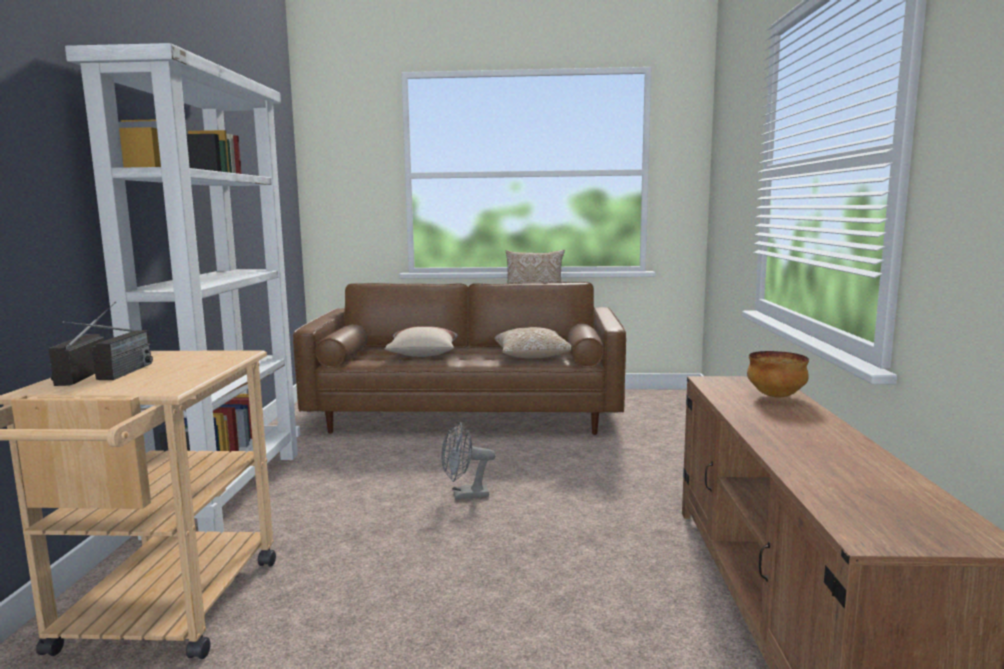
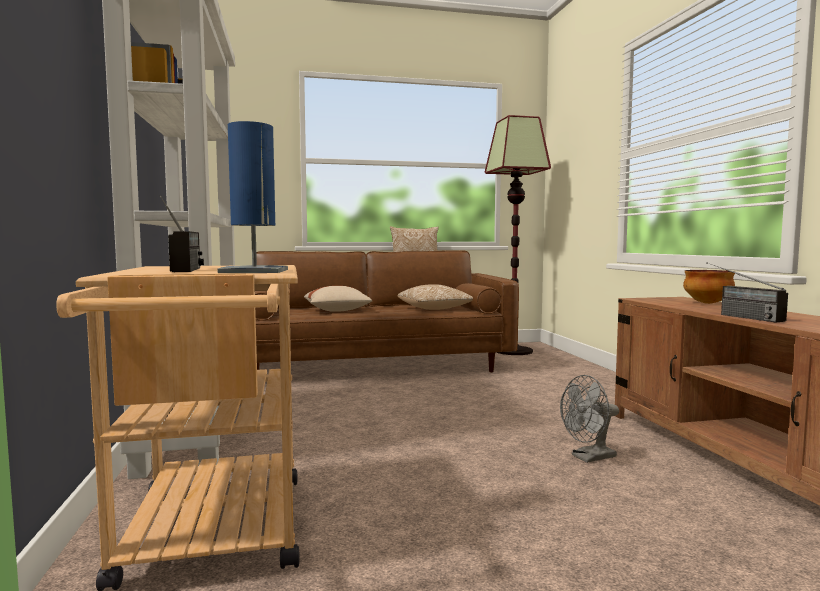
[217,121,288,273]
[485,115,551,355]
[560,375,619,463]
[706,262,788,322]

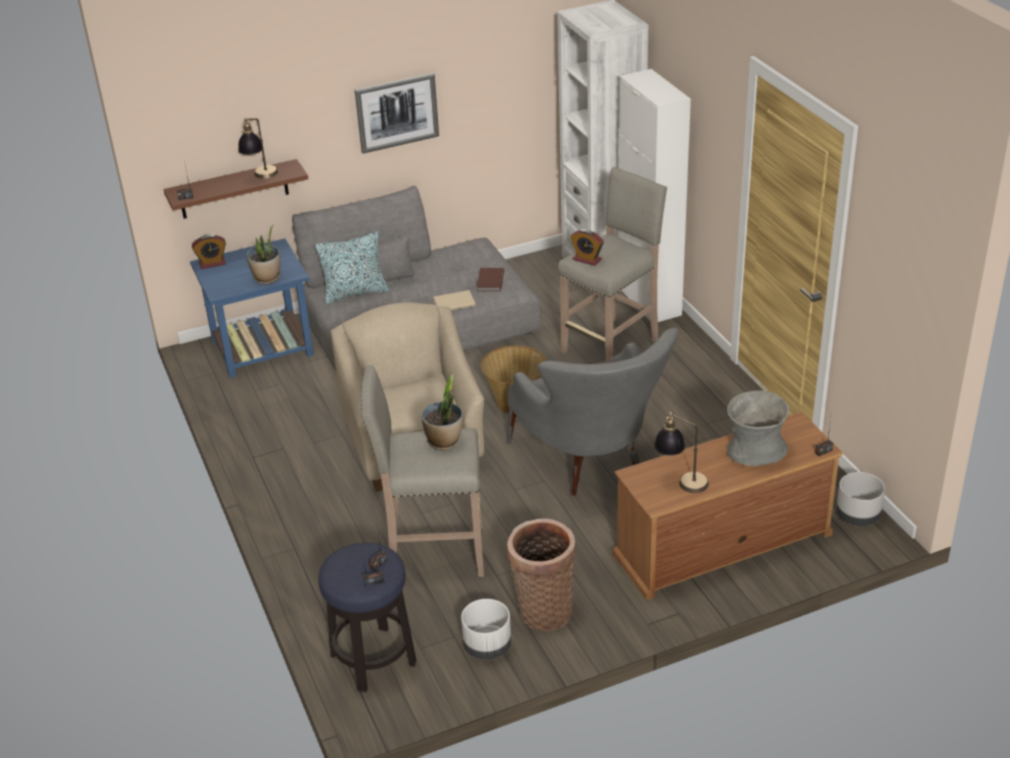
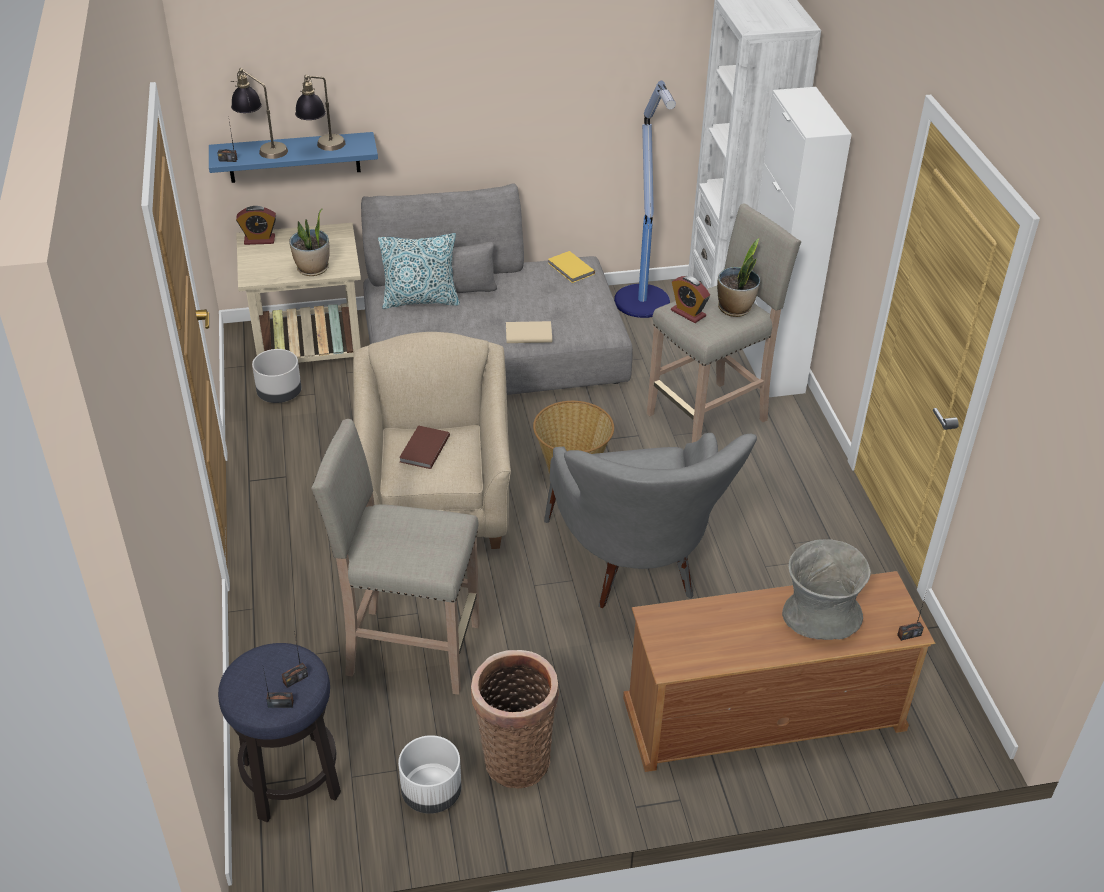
[209,132,378,183]
[231,68,288,159]
[236,223,361,363]
[252,349,301,403]
[399,425,450,469]
[548,251,595,283]
[614,81,676,318]
[717,239,760,317]
[355,73,439,154] (first image)

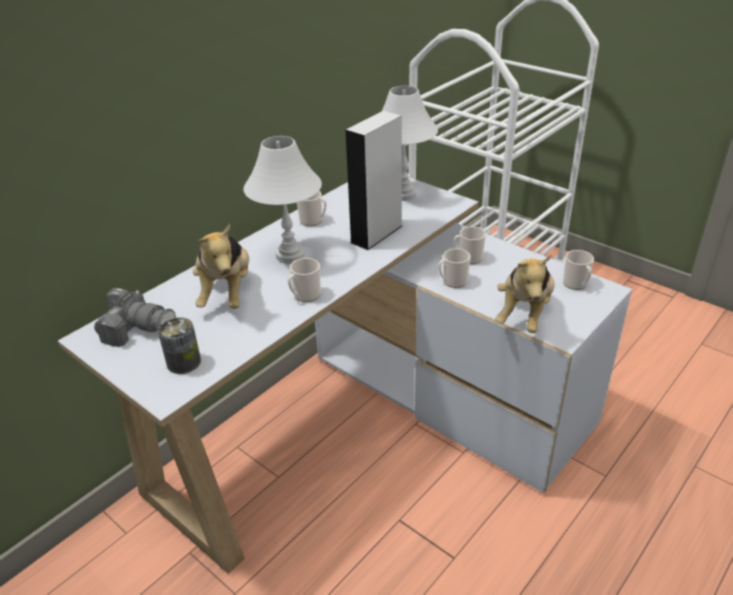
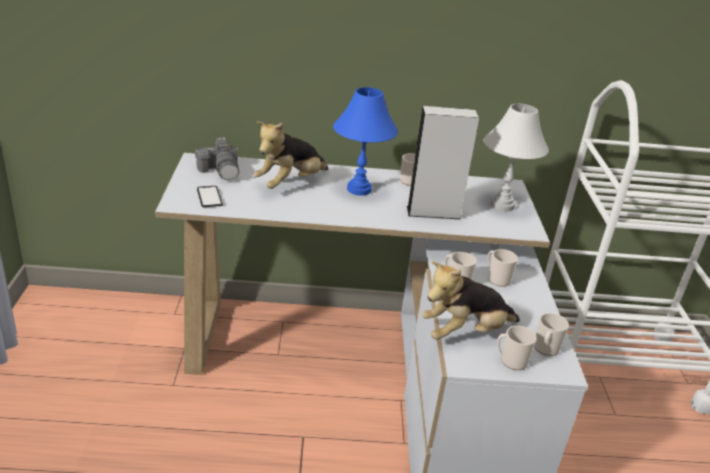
[197,186,223,207]
[333,87,398,196]
[497,326,537,370]

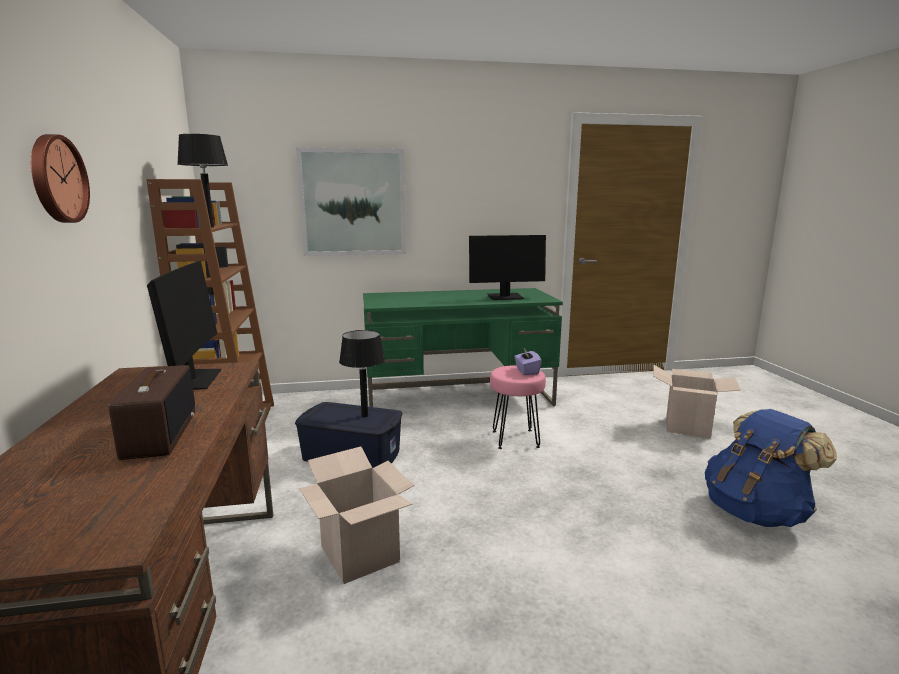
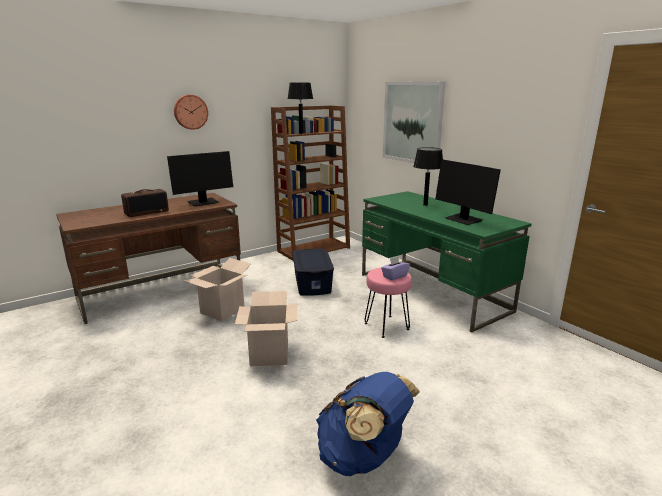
[235,291,297,366]
[413,147,443,206]

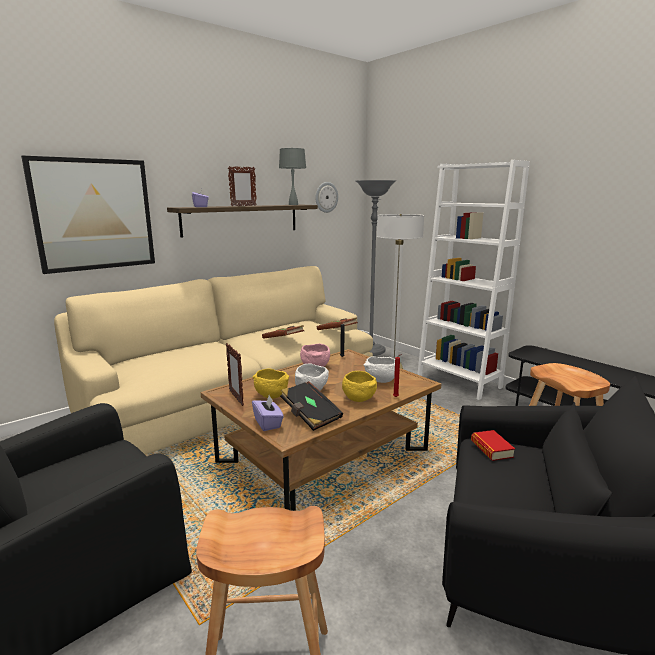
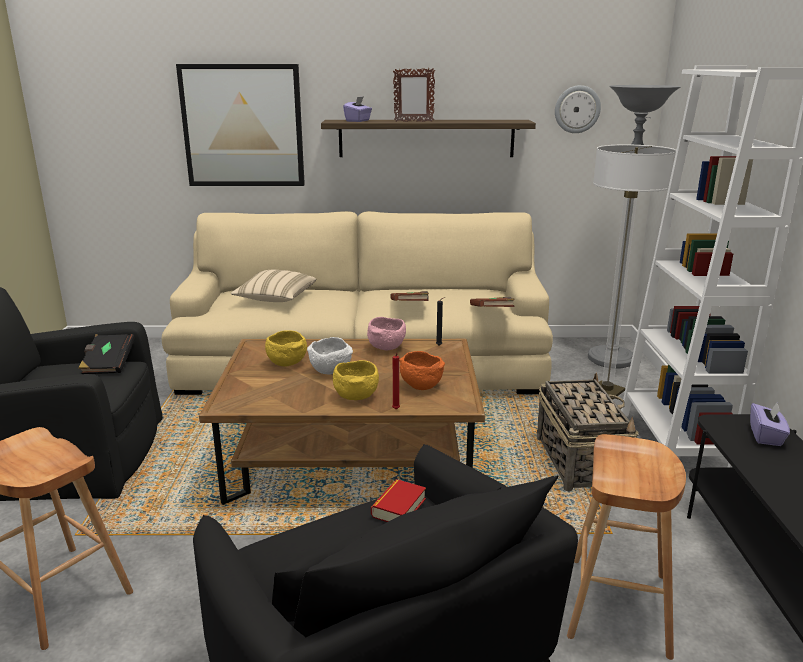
[78,334,135,374]
[231,270,316,302]
[399,351,445,390]
[537,373,639,491]
[750,403,790,446]
[226,343,244,406] (first image)
[279,147,306,205] (first image)

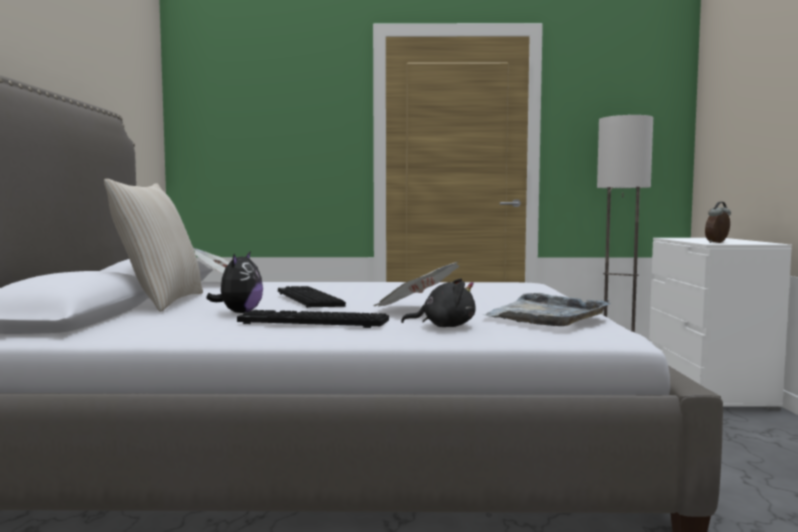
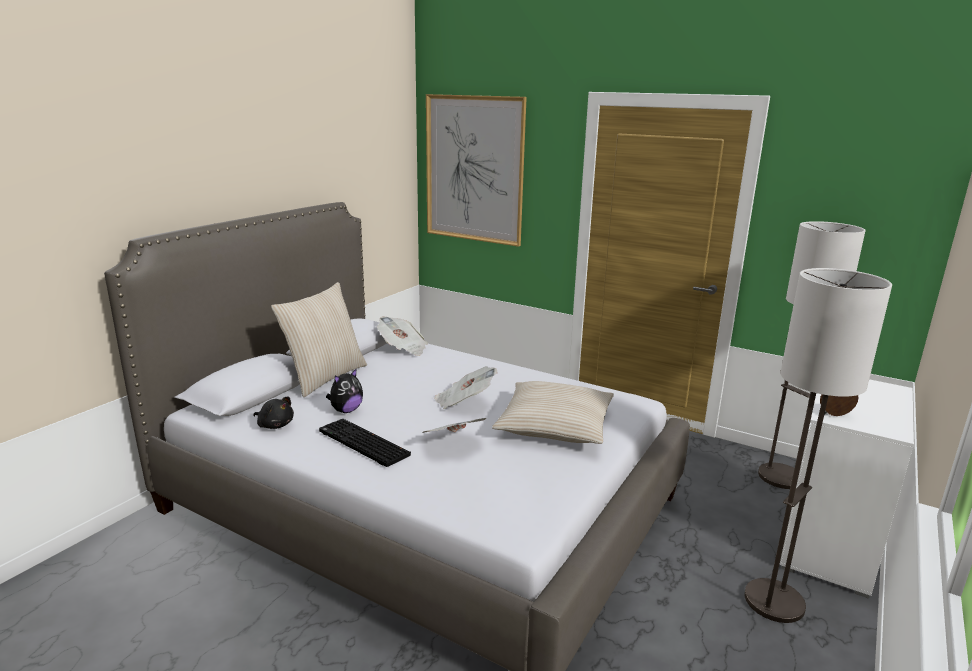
[254,396,294,429]
[426,94,527,247]
[434,366,498,409]
[492,381,614,444]
[744,268,892,623]
[278,286,346,308] (first image)
[483,293,610,326] (first image)

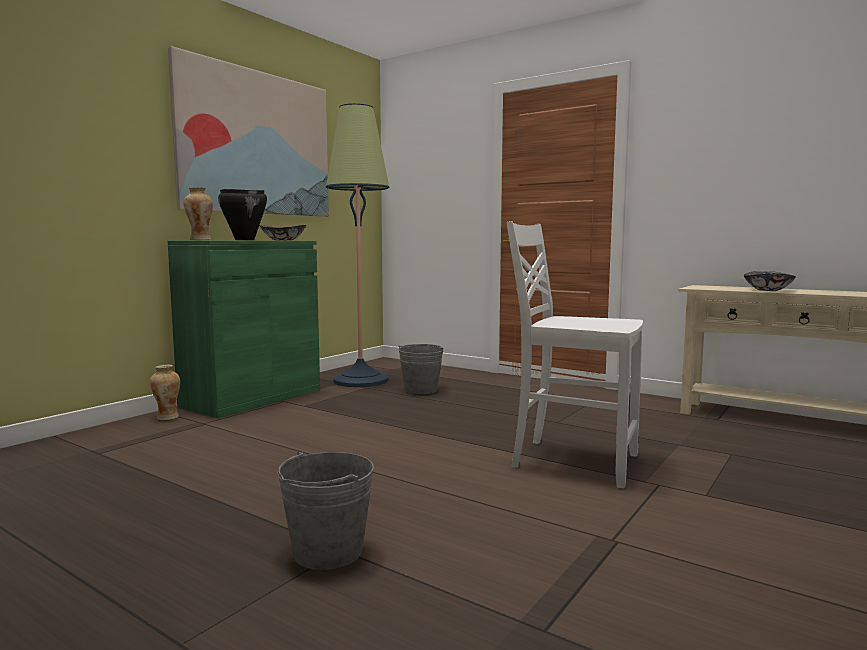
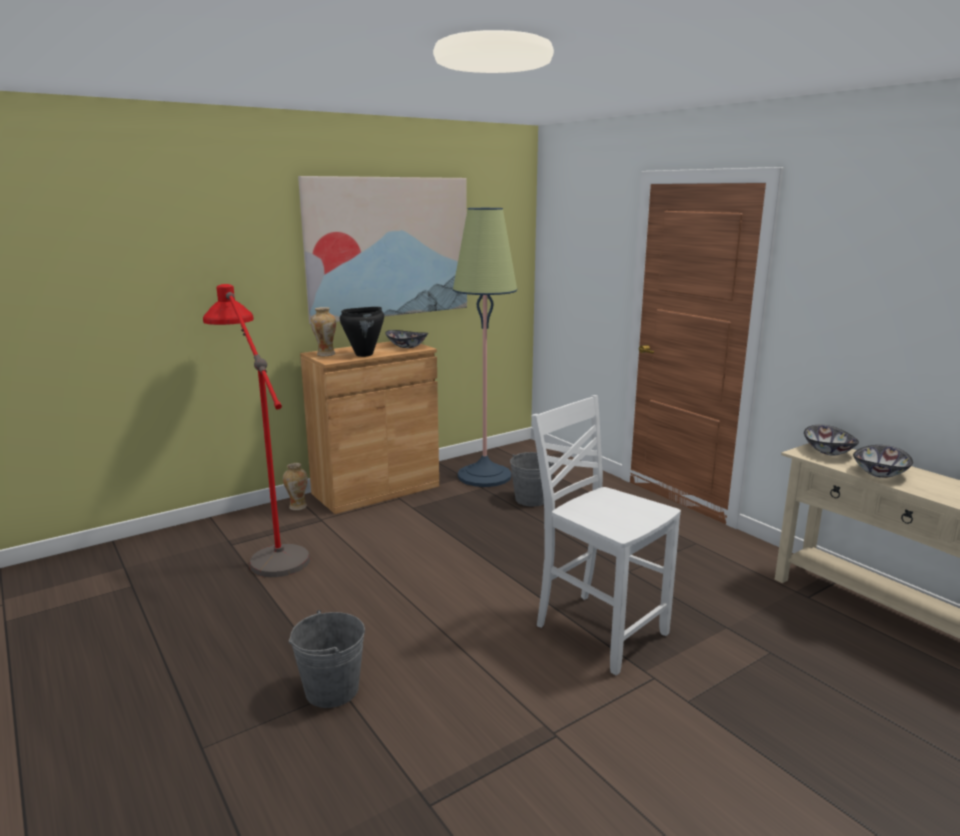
[203,284,310,577]
[300,341,439,514]
[804,425,859,456]

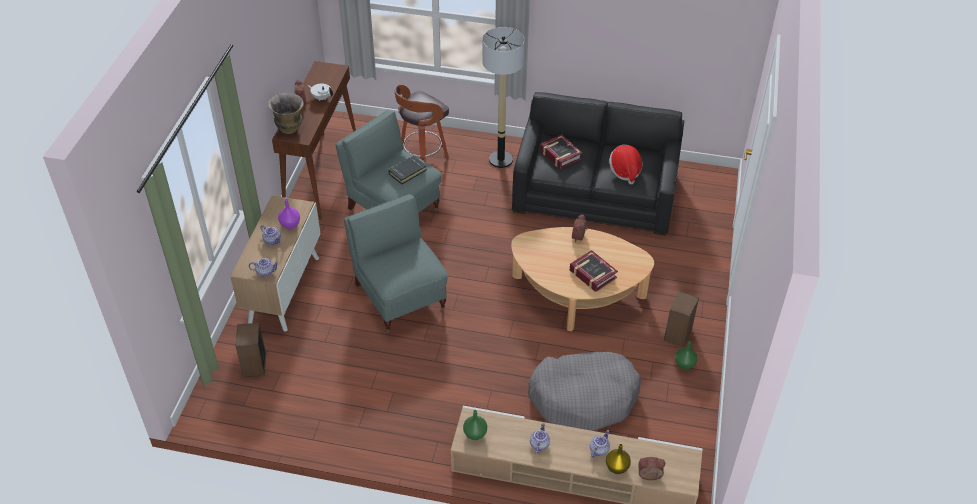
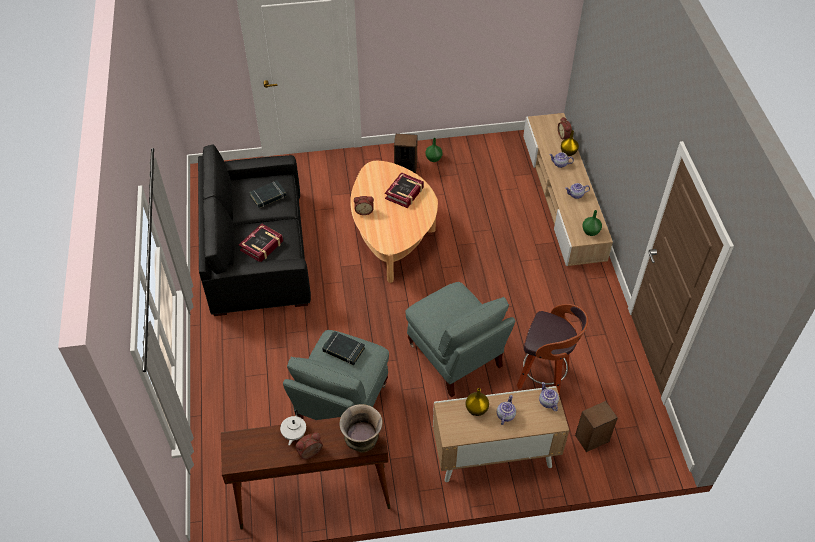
[249,180,287,208]
[405,282,515,397]
[466,388,489,416]
[517,304,588,395]
[482,27,525,168] (first image)
[528,352,641,431] (first image)

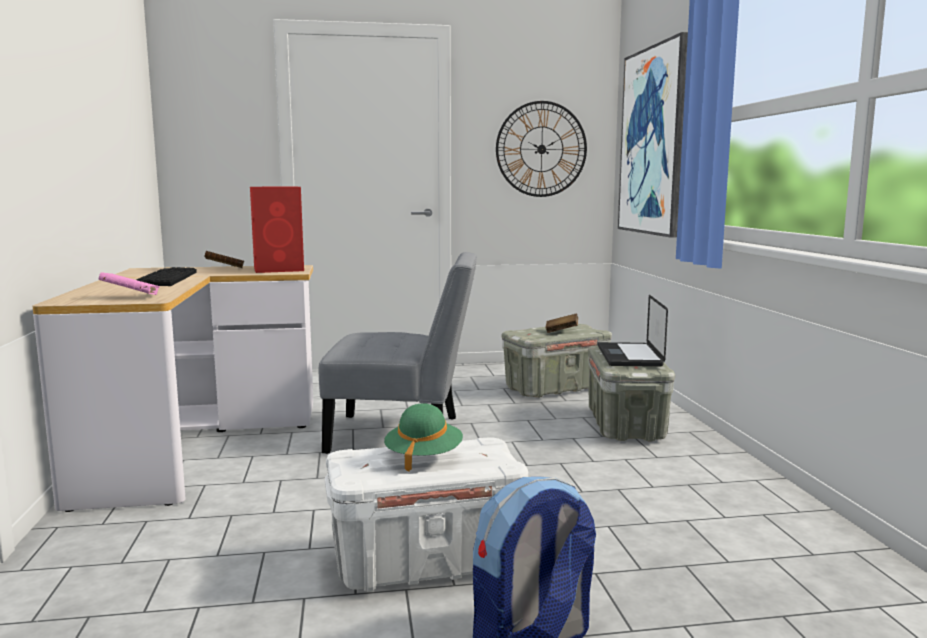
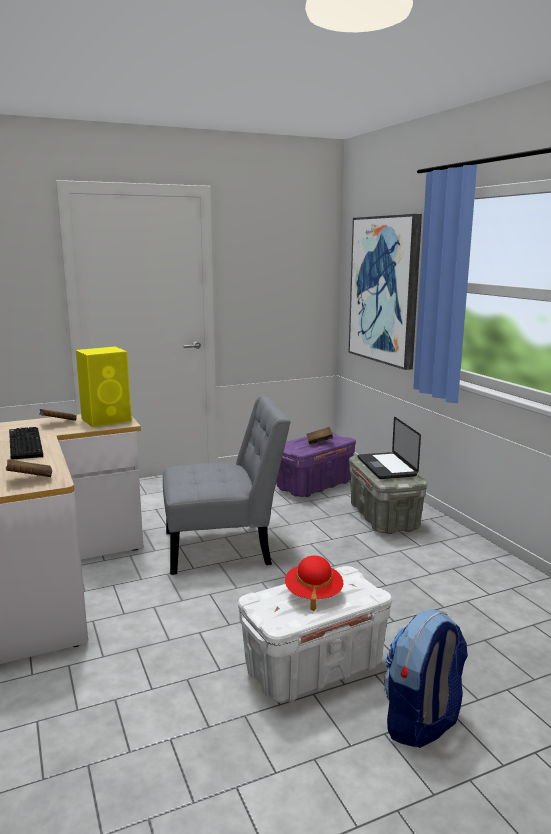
[6,459,52,477]
[76,347,132,427]
[276,432,356,497]
[285,556,343,611]
[496,101,587,197] (first image)

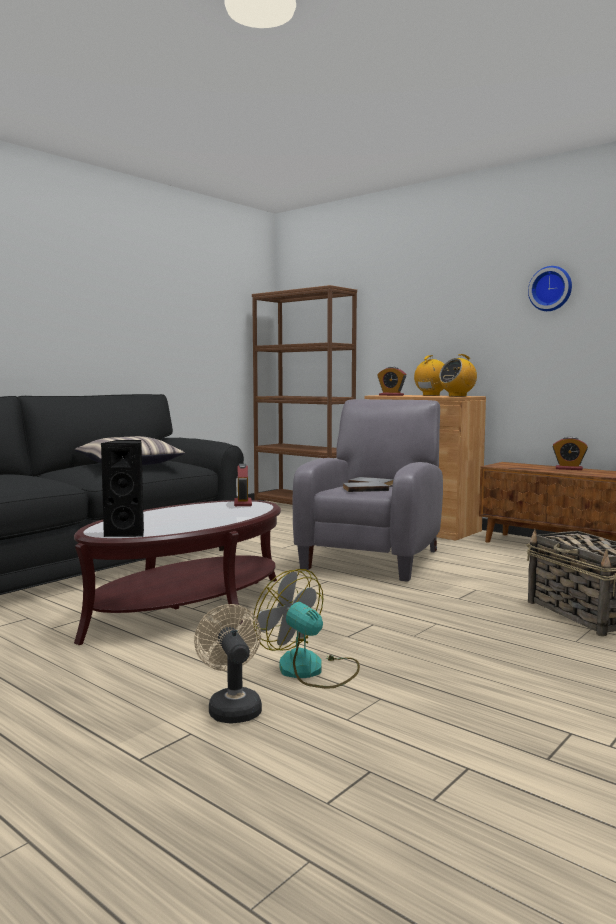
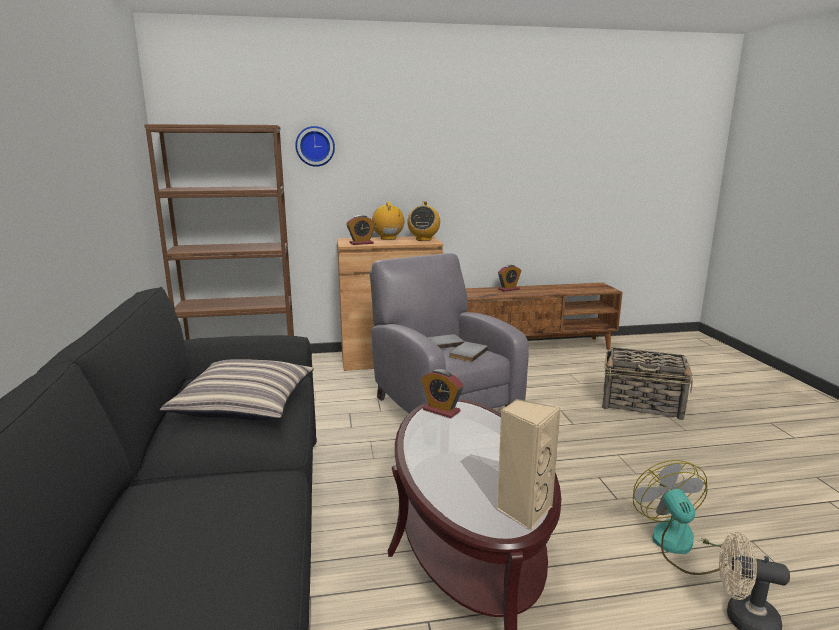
[295,126,335,167]
[497,399,561,530]
[633,460,726,575]

